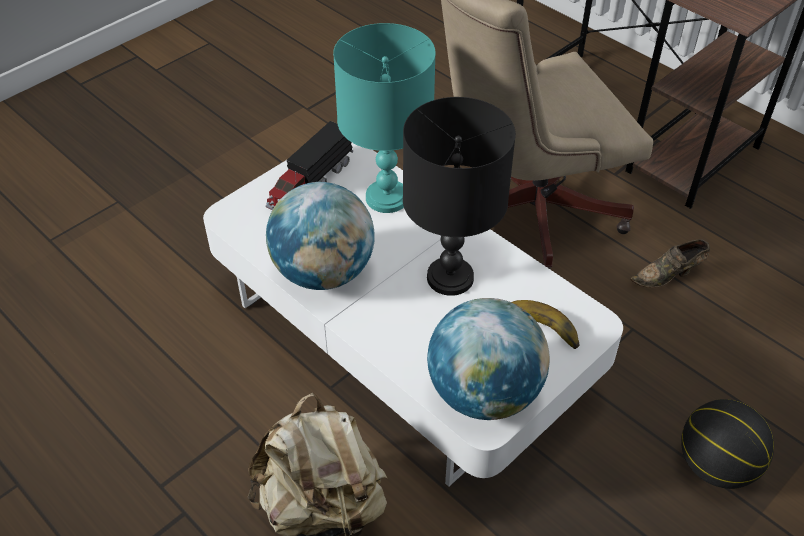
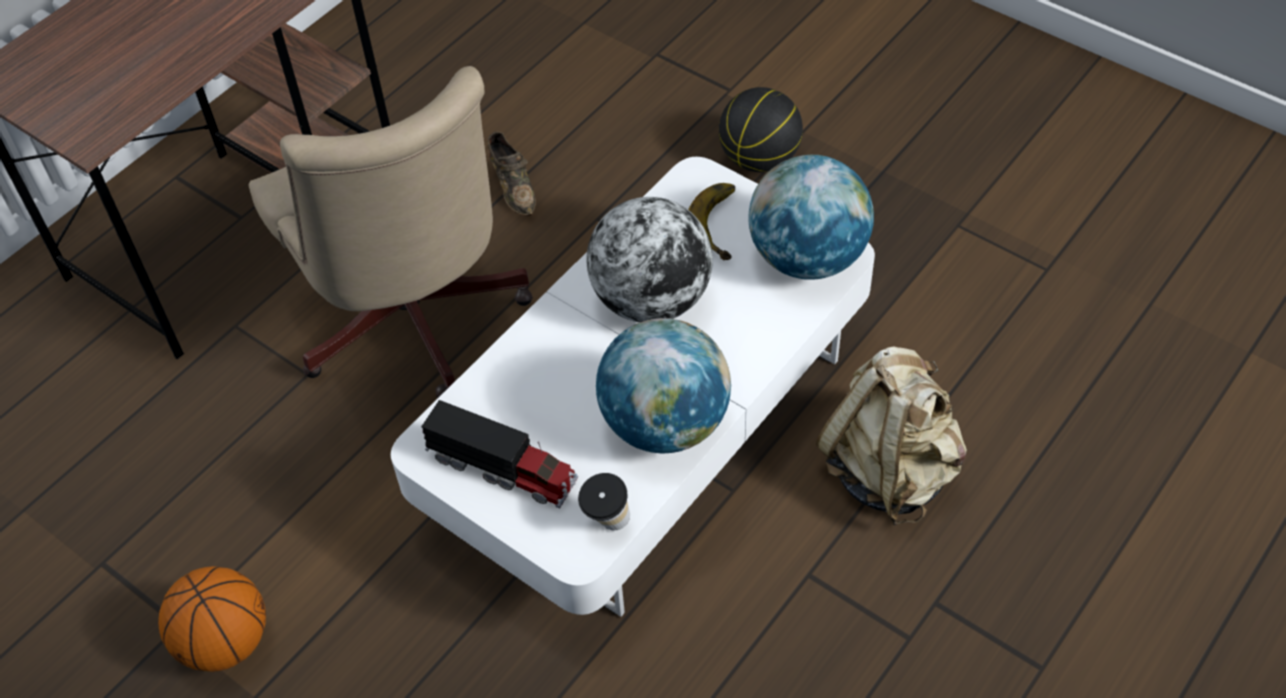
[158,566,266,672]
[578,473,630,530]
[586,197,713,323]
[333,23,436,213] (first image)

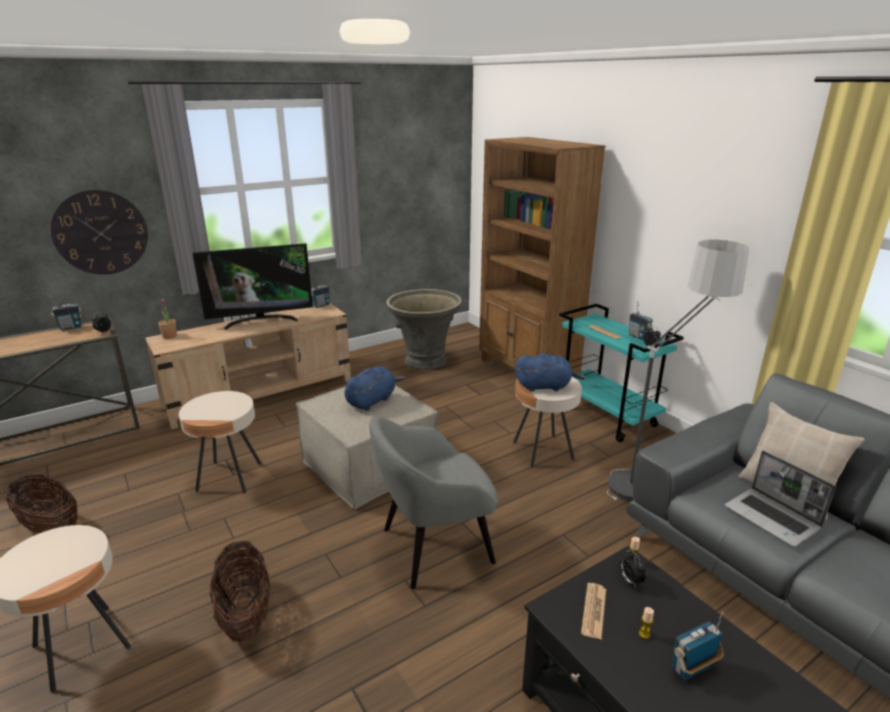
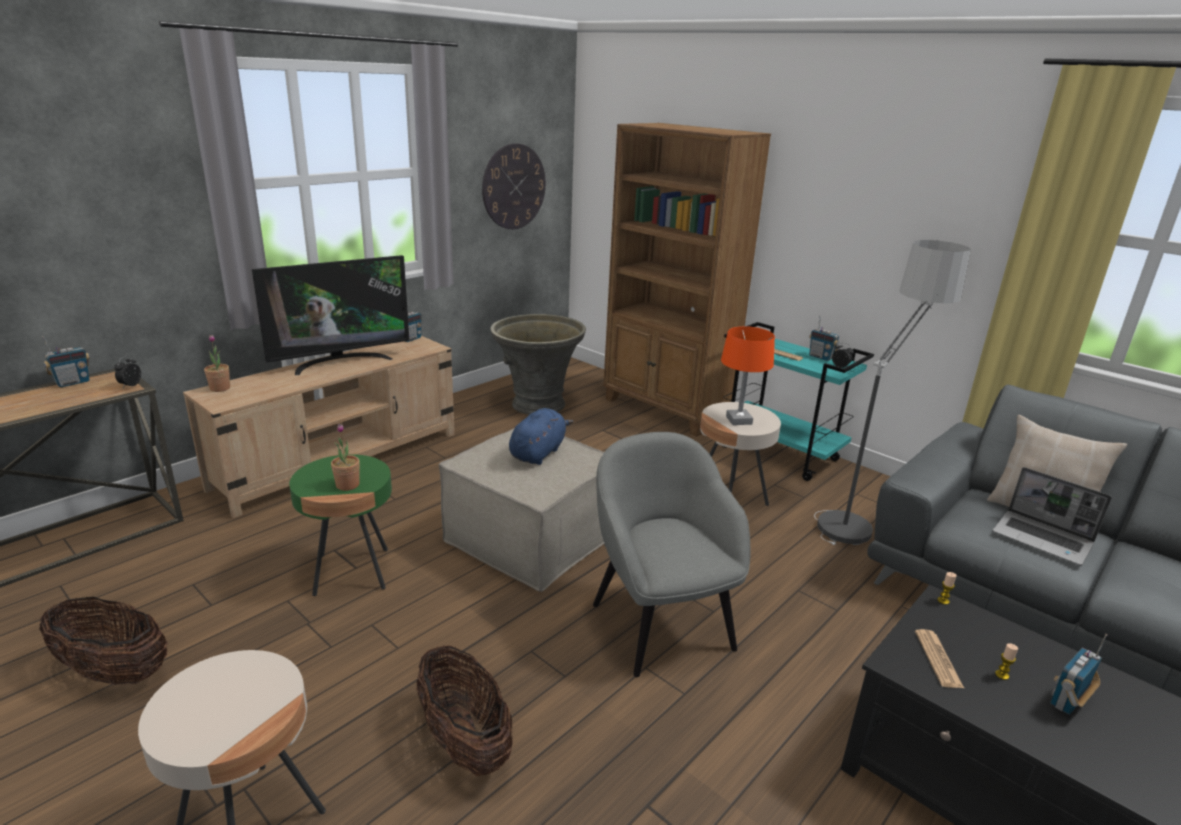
[289,454,392,596]
[331,424,360,491]
[482,143,546,229]
[593,432,751,677]
[721,326,775,425]
[619,549,647,588] (first image)

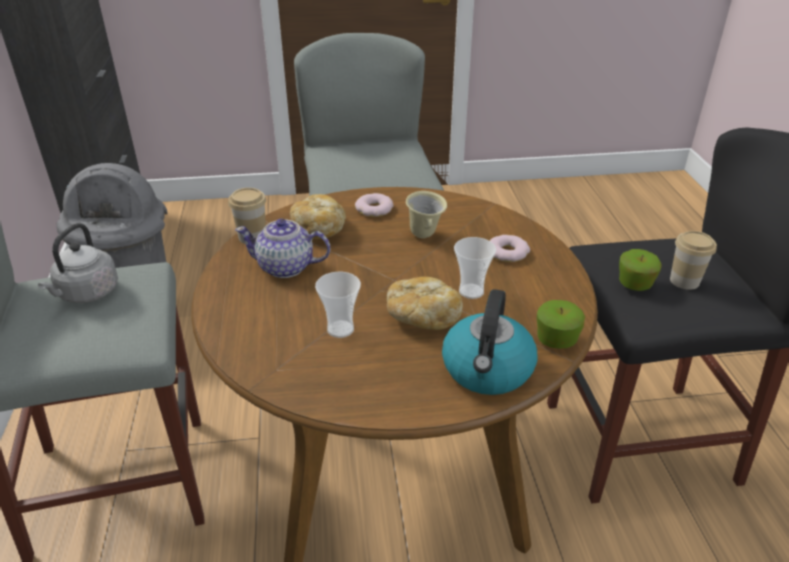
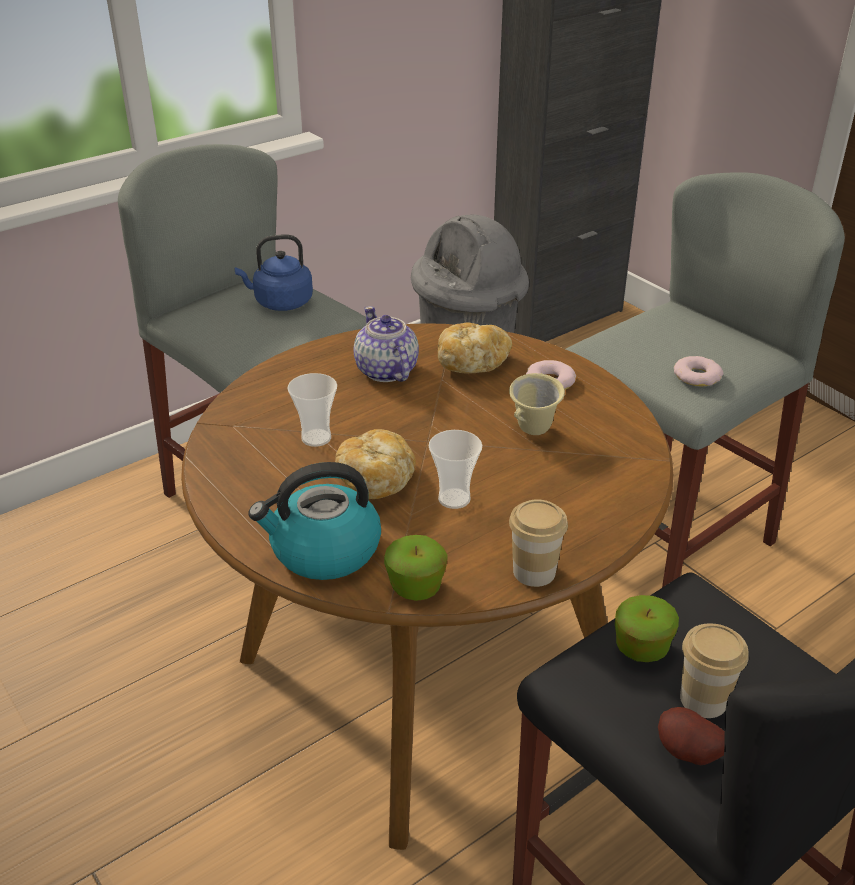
[234,234,313,311]
[509,499,568,587]
[658,707,725,765]
[674,356,723,386]

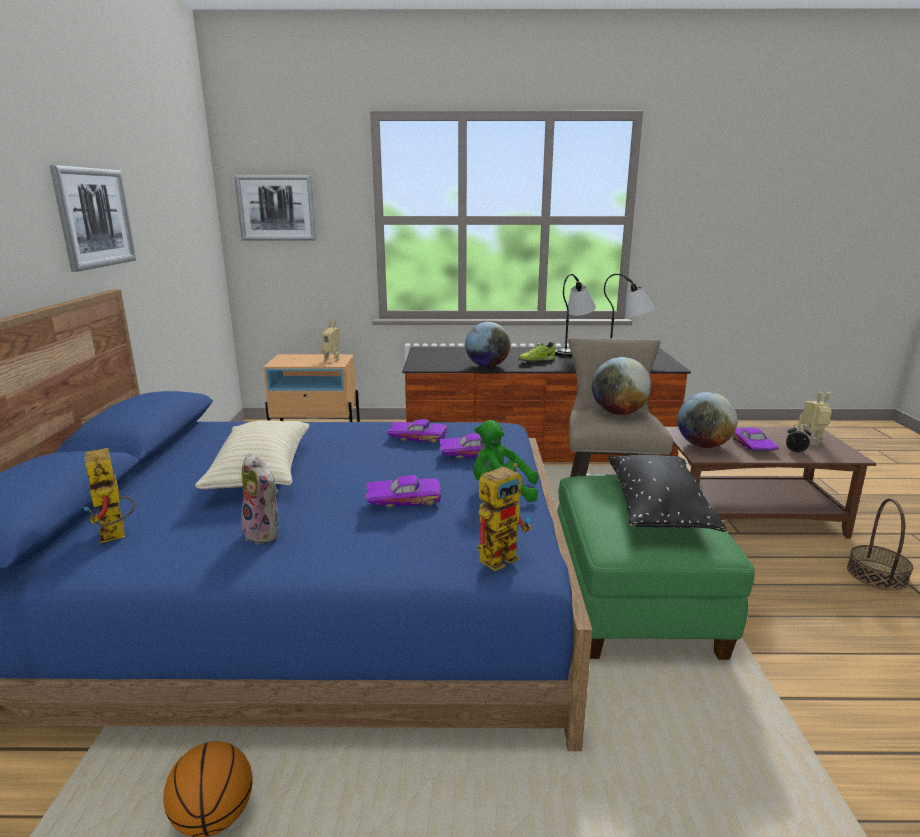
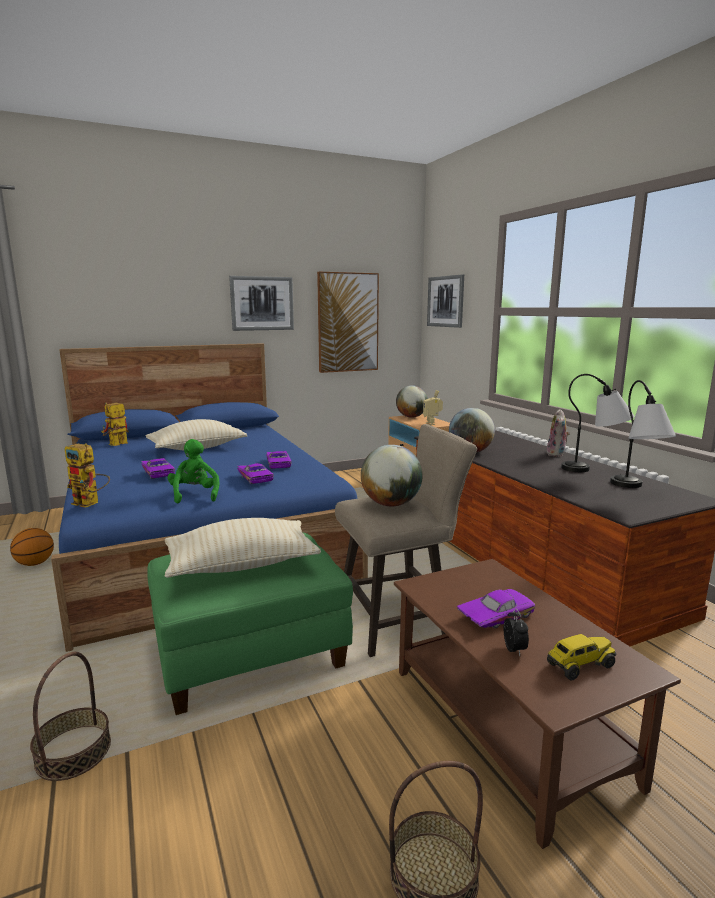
[30,652,111,781]
[164,518,321,578]
[317,272,379,373]
[396,385,428,418]
[546,409,570,457]
[547,634,616,680]
[519,342,555,362] (first image)

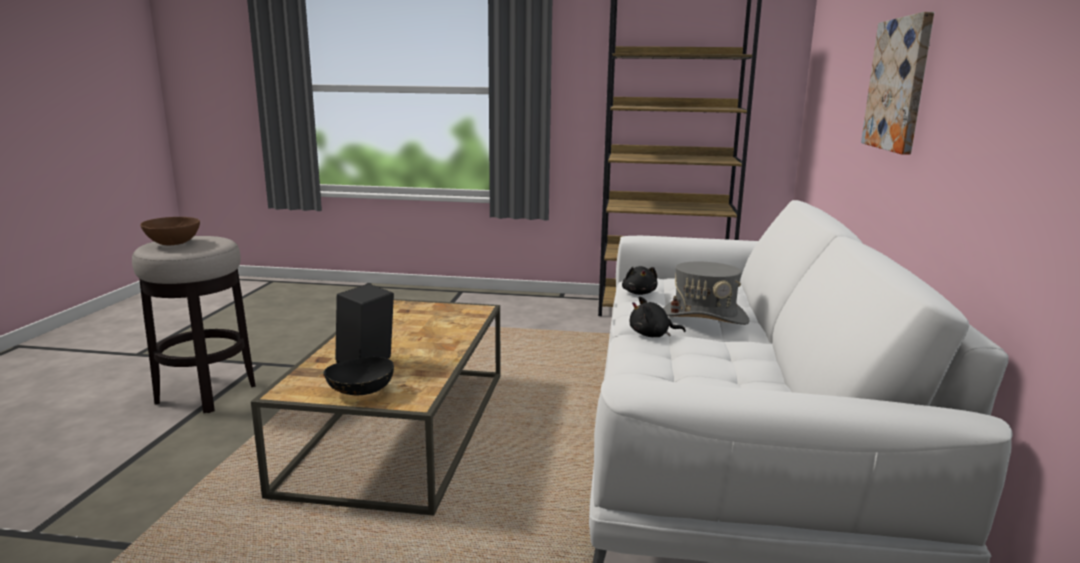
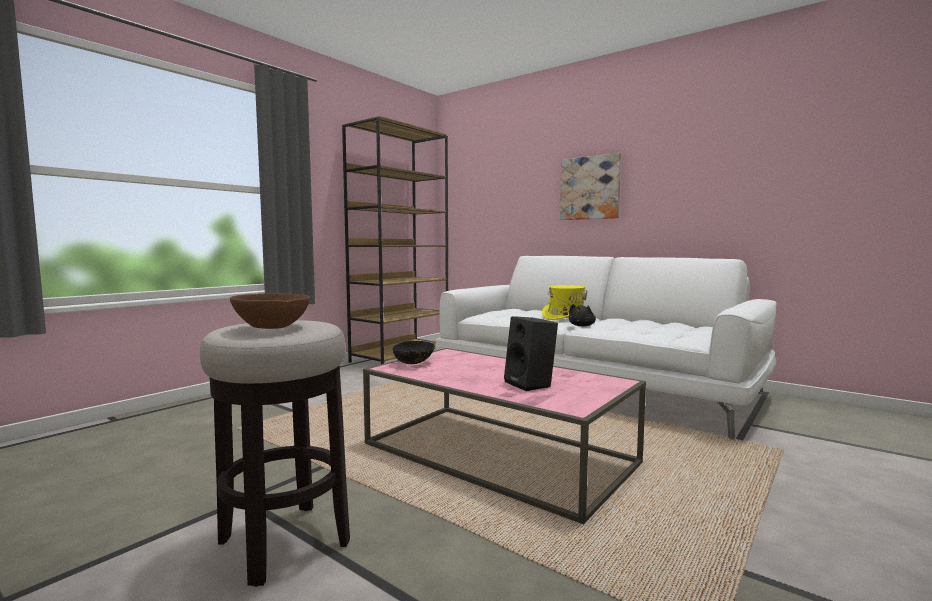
[363,348,646,524]
[393,341,435,364]
[542,285,587,320]
[622,266,657,295] (first image)

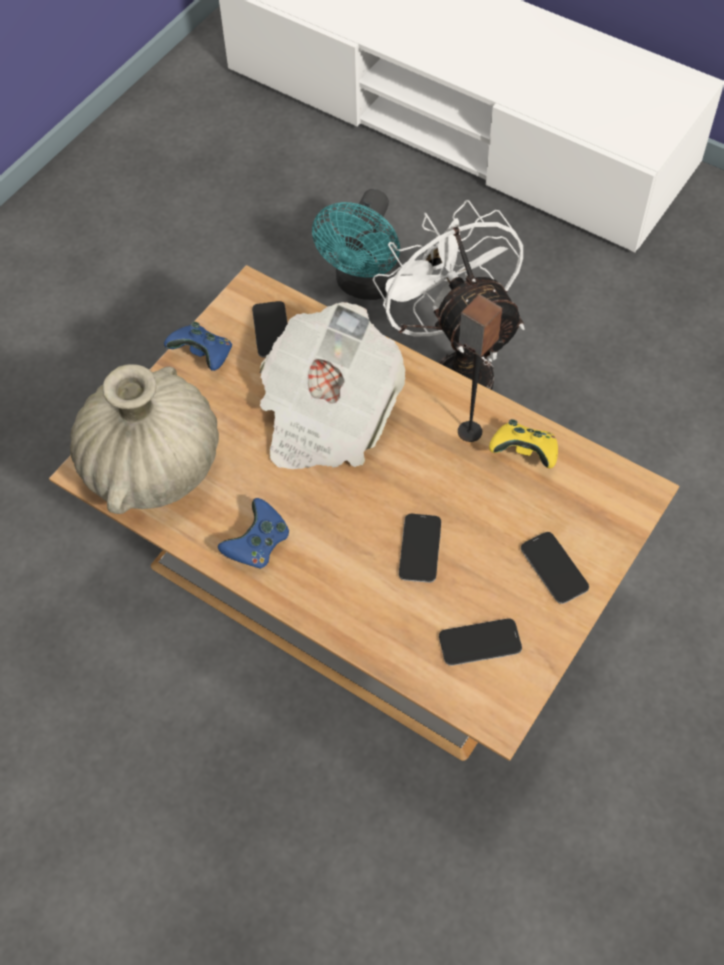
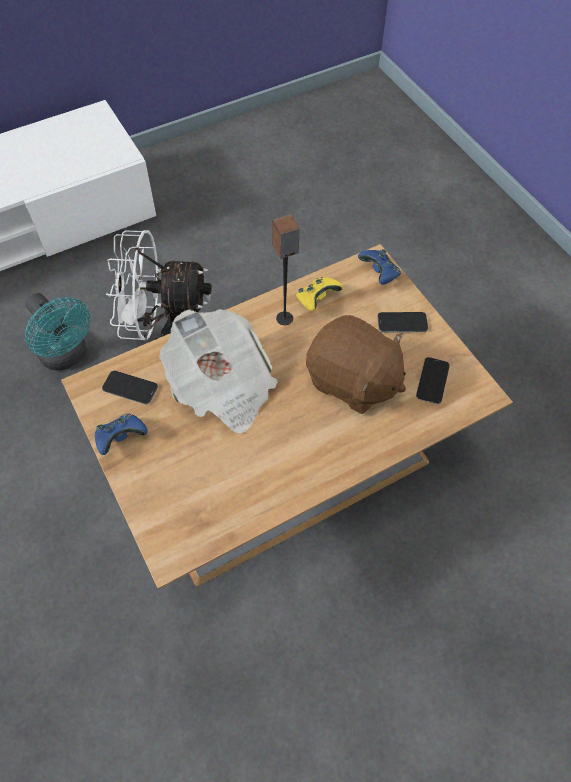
[306,315,406,414]
[358,249,401,285]
[70,364,219,514] (first image)

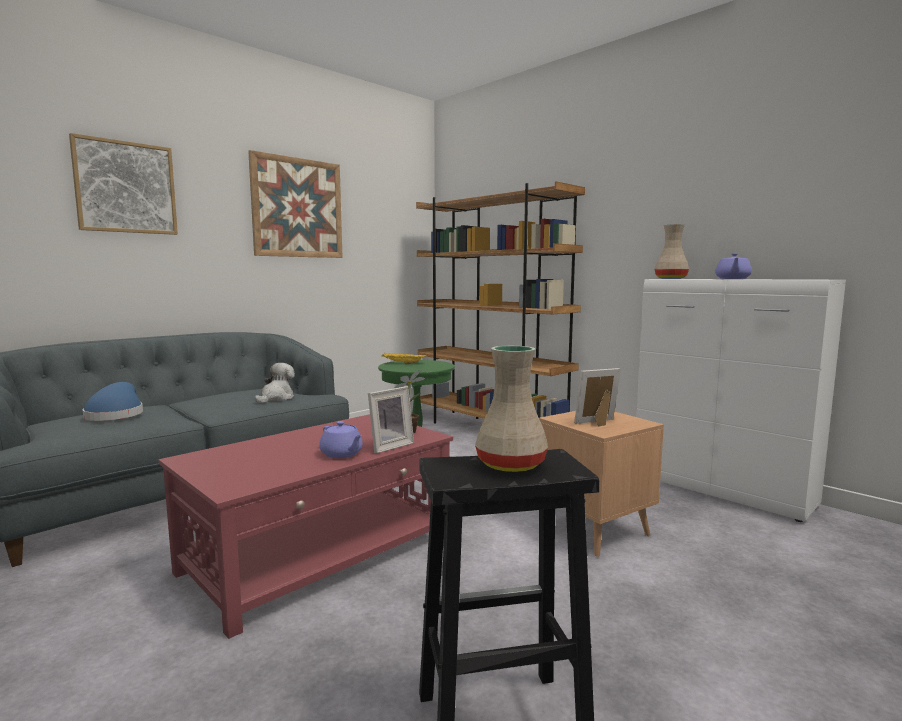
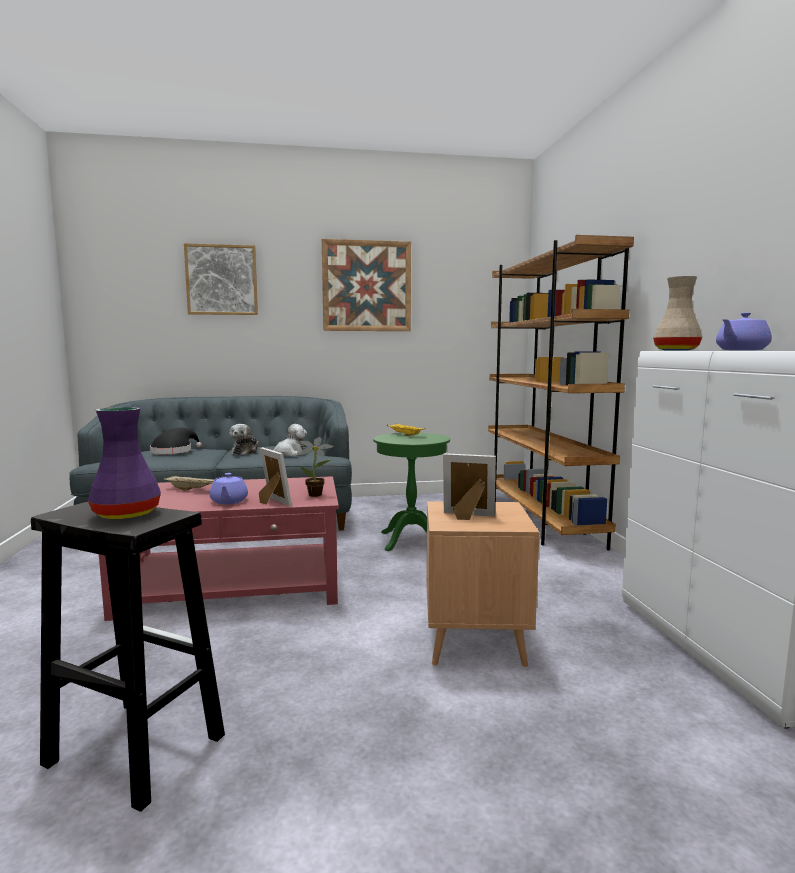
[88,407,161,519]
[150,428,202,454]
[164,476,217,491]
[229,424,259,455]
[259,447,292,506]

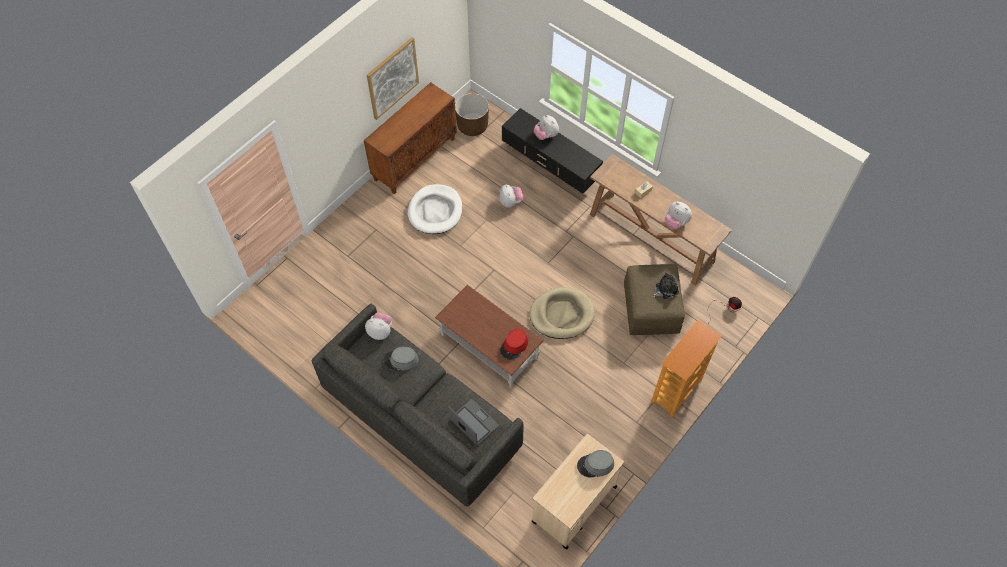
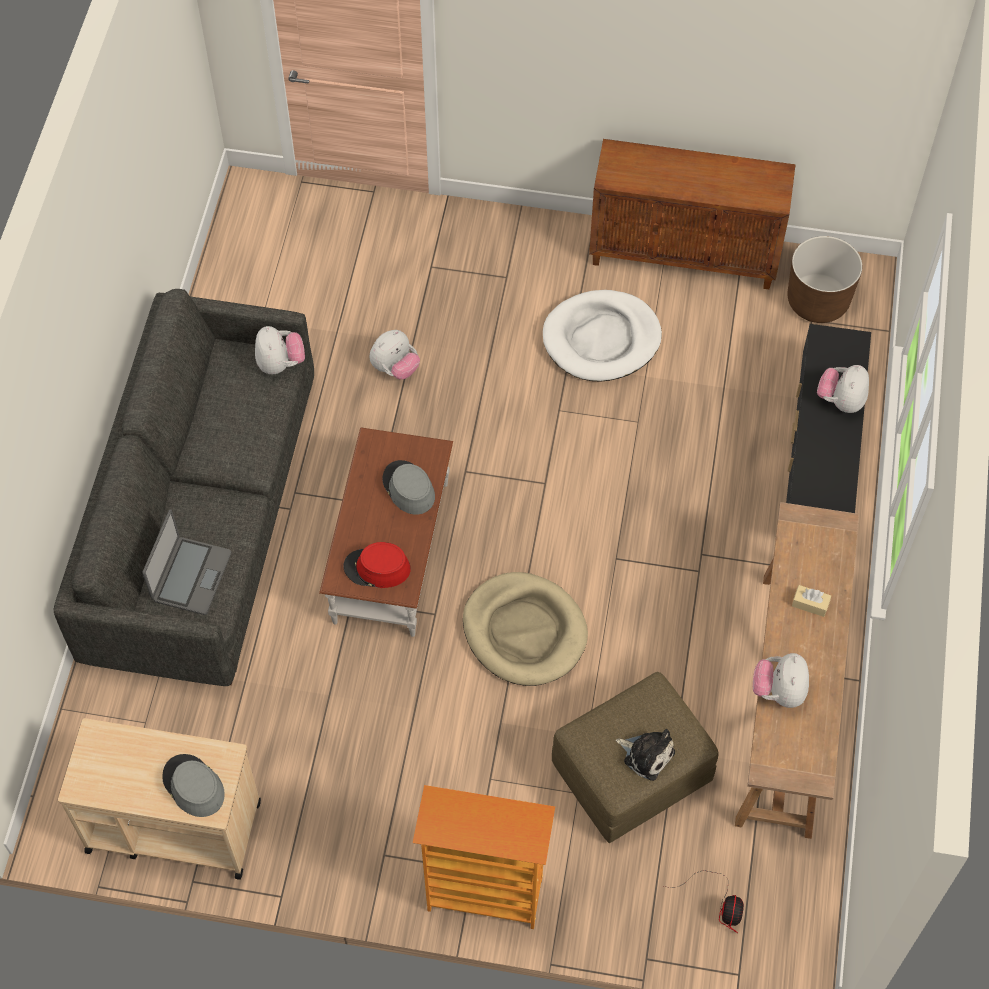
[370,330,420,380]
[382,460,435,515]
[367,37,419,120] (first image)

